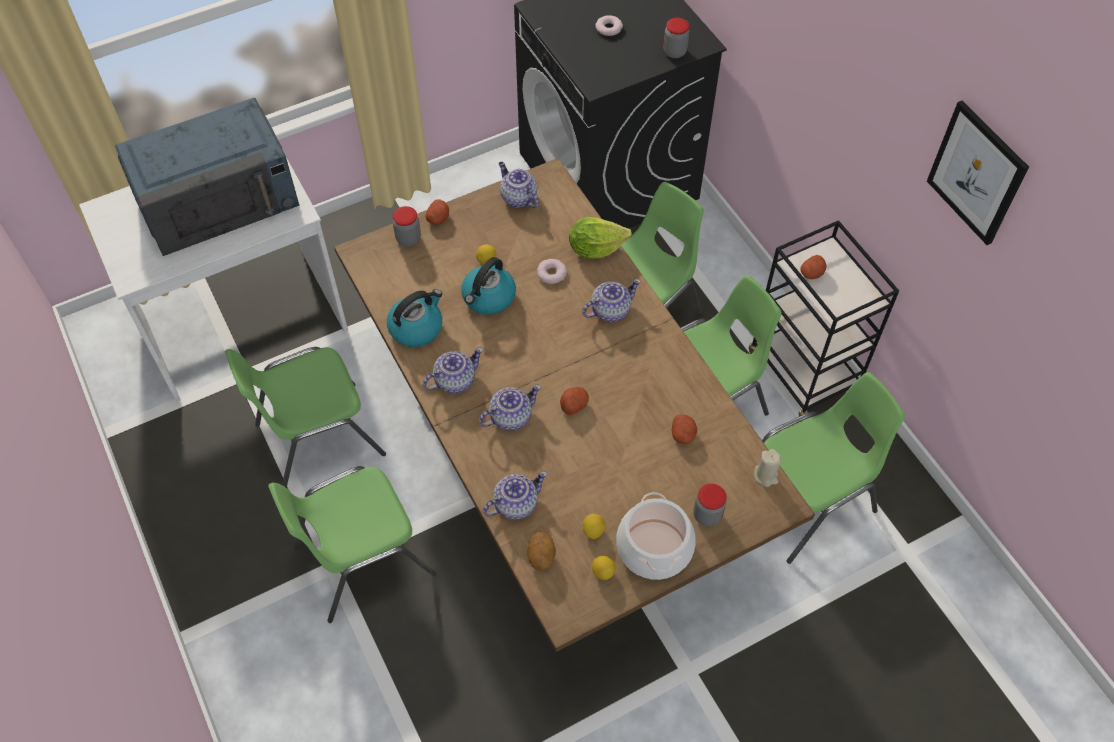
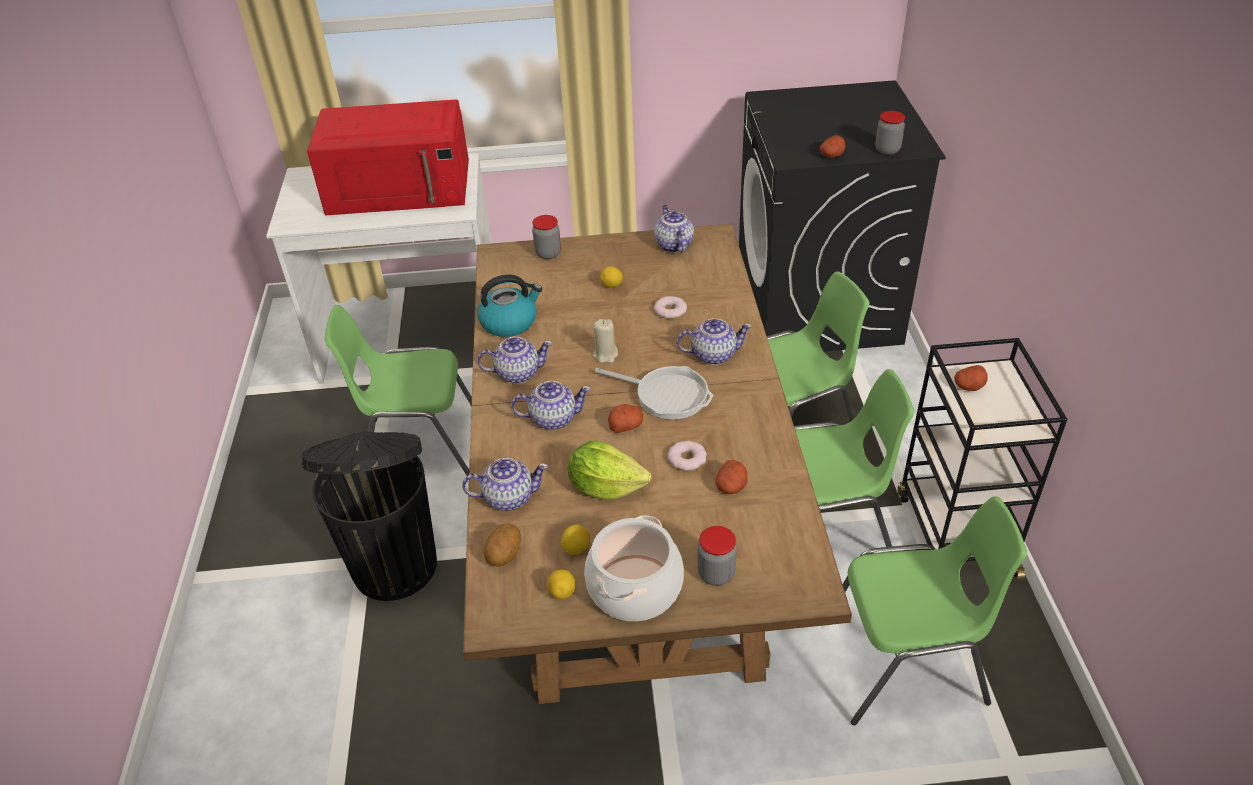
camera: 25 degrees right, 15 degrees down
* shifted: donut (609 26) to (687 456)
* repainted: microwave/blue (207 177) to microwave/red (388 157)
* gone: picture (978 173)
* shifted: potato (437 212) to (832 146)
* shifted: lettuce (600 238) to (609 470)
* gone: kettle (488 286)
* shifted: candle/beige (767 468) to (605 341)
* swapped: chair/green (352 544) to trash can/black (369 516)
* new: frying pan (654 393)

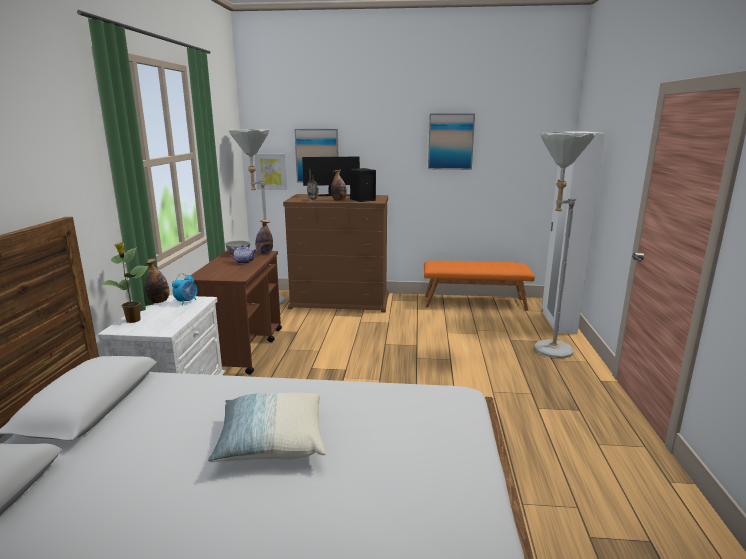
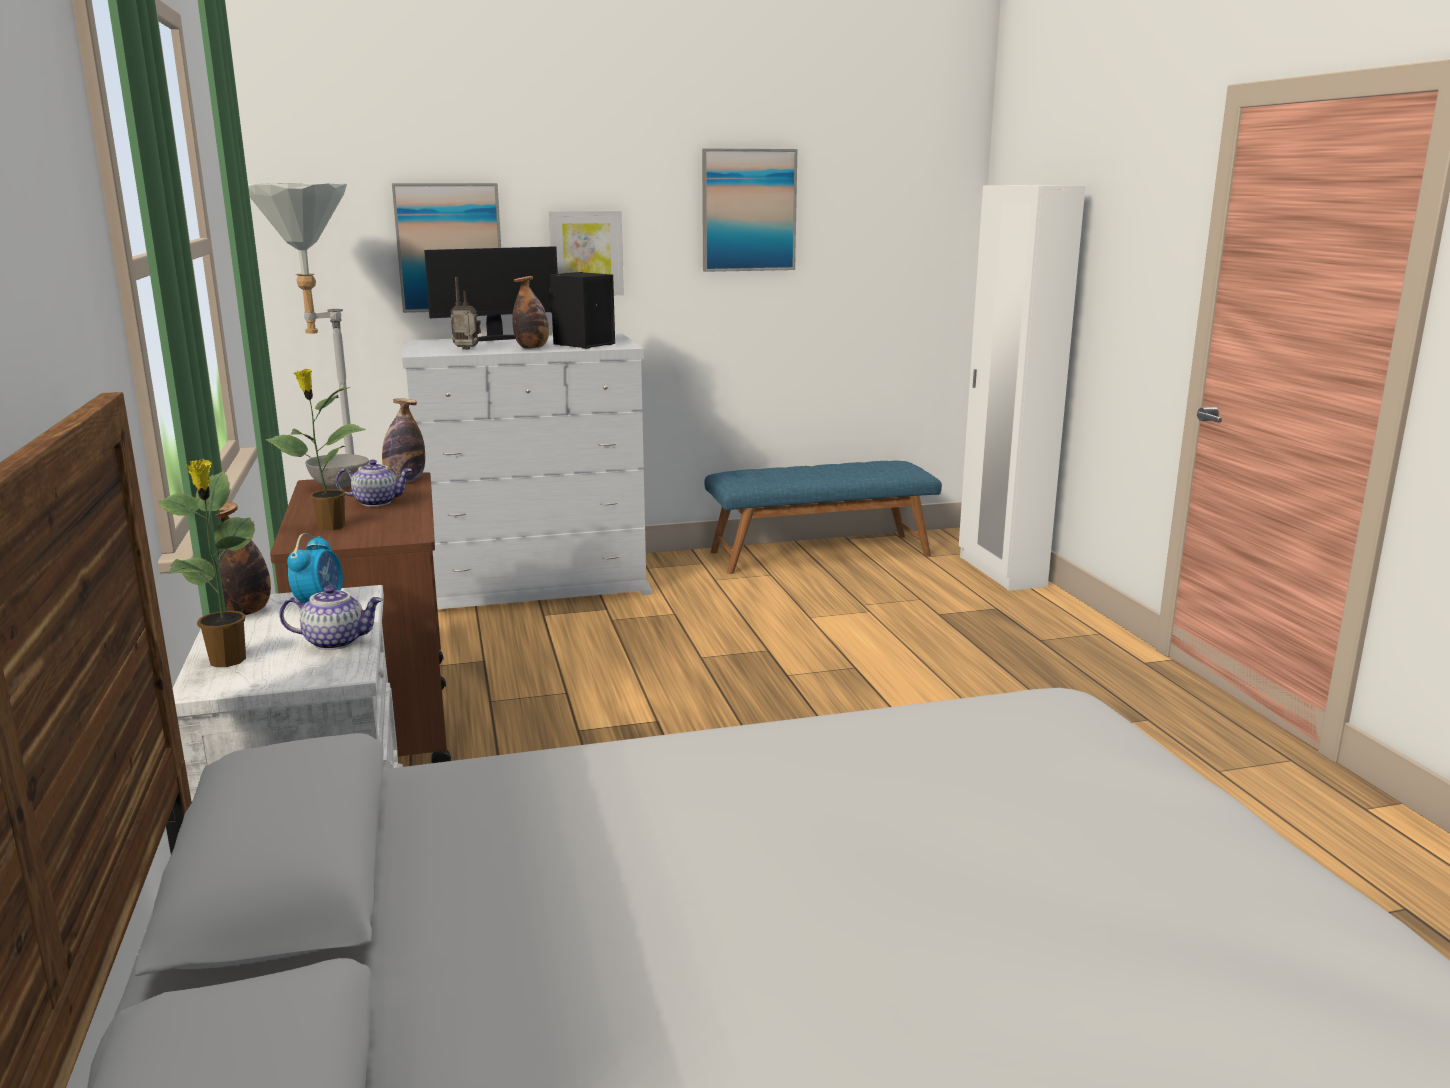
camera: 20 degrees left, 0 degrees up
* gone: floor lamp/grey (564 245)
* shifted: picture (271 171) to (586 253)
* repainted: dresser/brown (336 253) to dresser/white (527 471)
* repainted: bench/orange (479 285) to bench/blue (823 517)
* gone: pillow (267 427)
* new: potted plant (315 450)
* new: teapot (331 618)

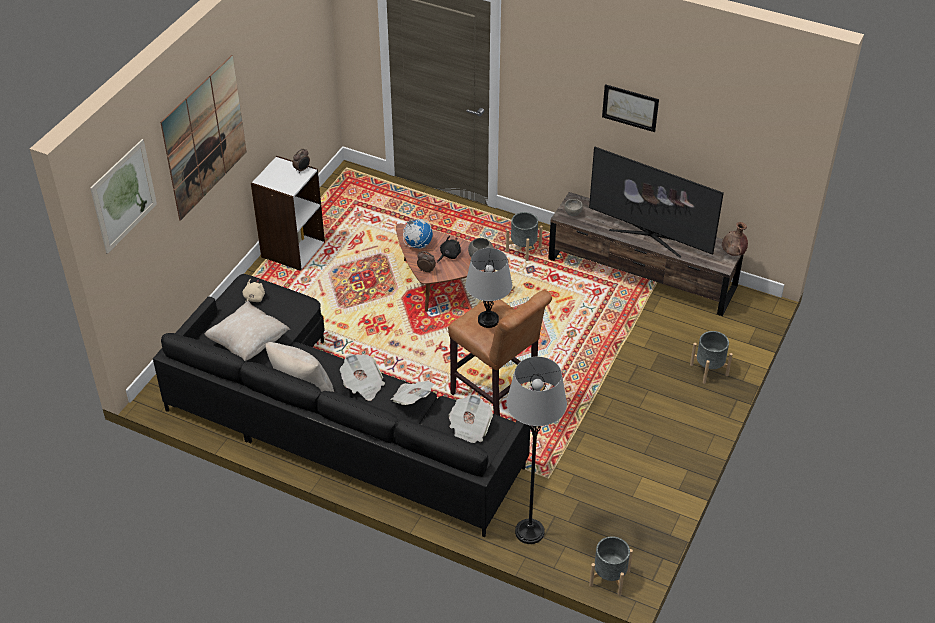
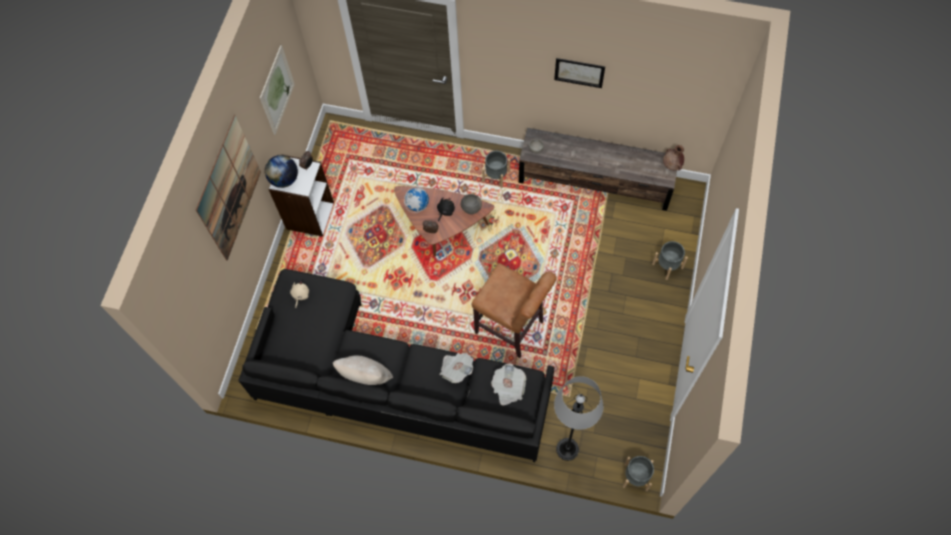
camera: 10 degrees left, 20 degrees up
* shifted: picture (123 196) to (277 90)
* gone: television (656 202)
* gone: table lamp/grey (488 288)
* gone: pillow/beige (247 331)
* gone: newspaper (362 377)
* new: globe (281 171)

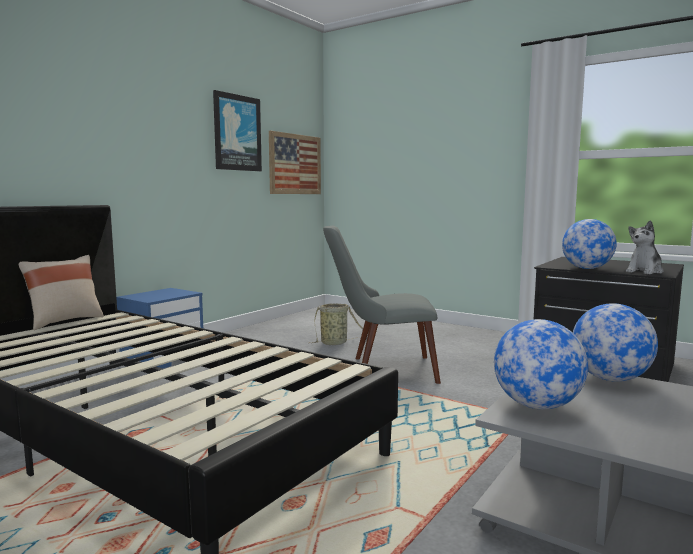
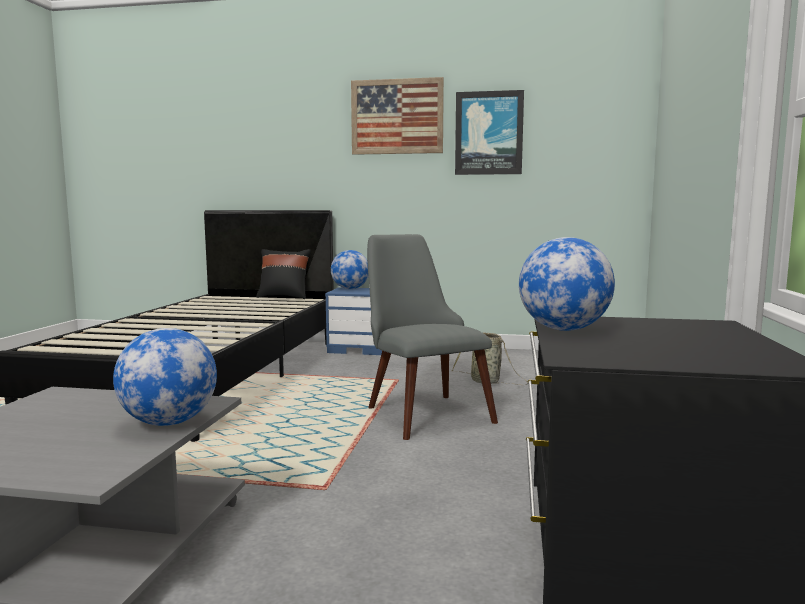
camera: 65 degrees right, 0 degrees up
* shifted: picture (295 162) to (397 116)
* gone: plush toy (645 247)
* repainted: pillow/beige (61 292) to pillow/black (283 274)
* shifted: globe (541 364) to (350 269)

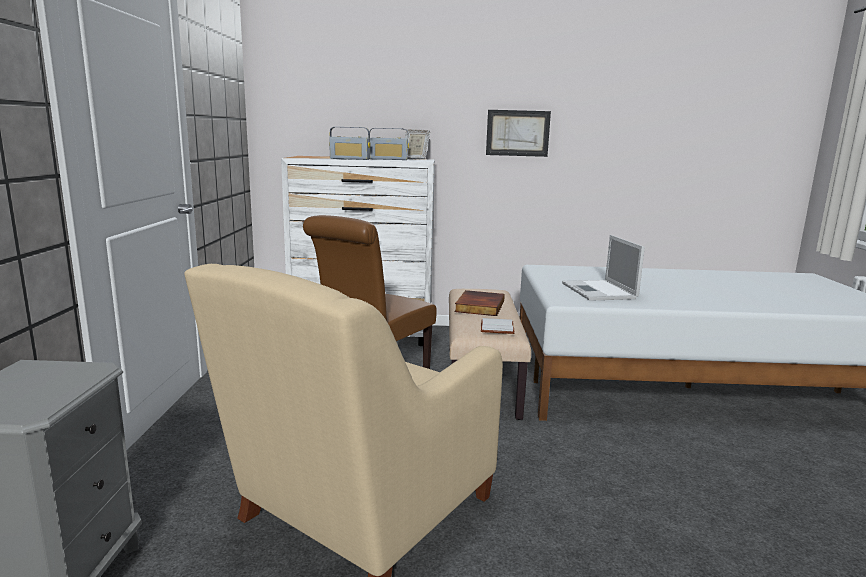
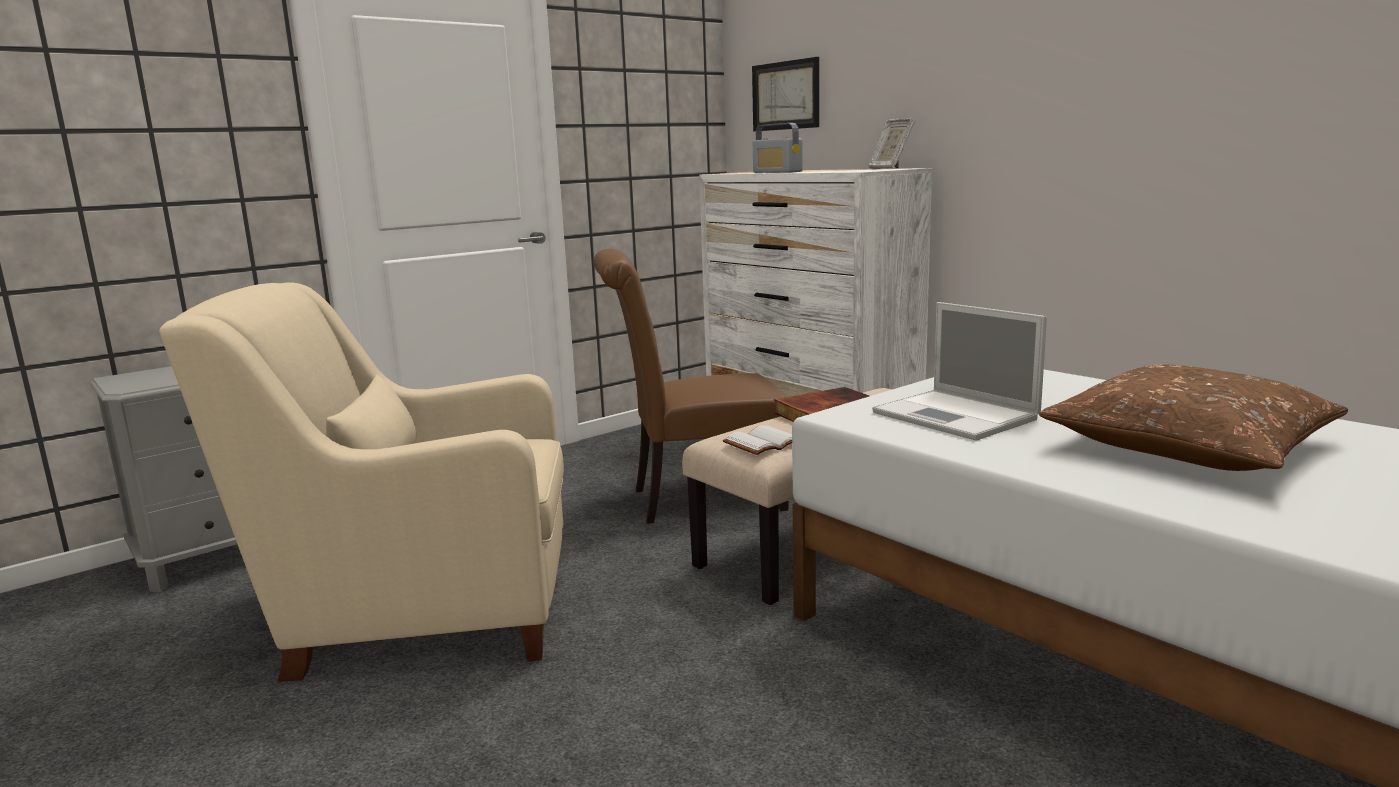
camera: 50 degrees right, 0 degrees up
* shifted: picture (518 133) to (785 94)
* gone: radio (389 144)
* rotated: laptop (603 268) = (959 371) 75 degrees counterclockwise
* new: pillow/brown (1193 417)

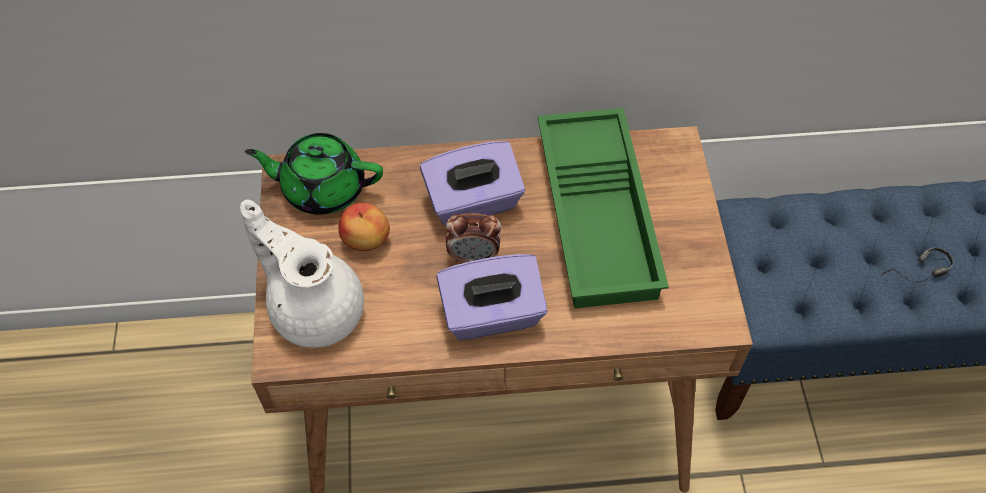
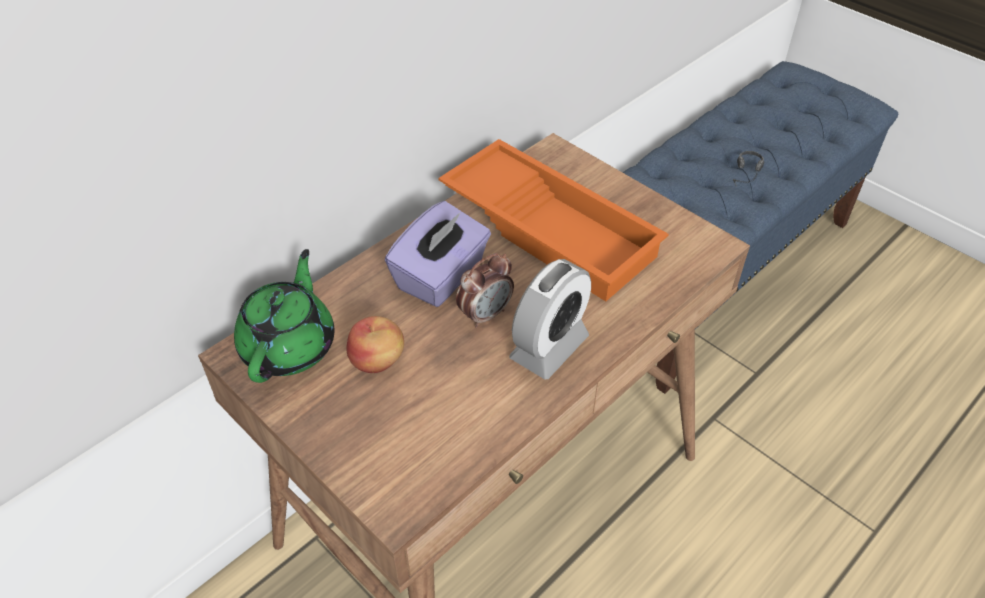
camera: 40 degrees left, 10 degrees down
* repainted: tray/green (603 208) to tray/orange (553 220)
* rotated: teapot/green (314 174) = (284 316) 135 degrees clockwise
* gone: teapot/white (302 273)
* swapped: tissue box/purple (491 297) to alarm clock (550 319)

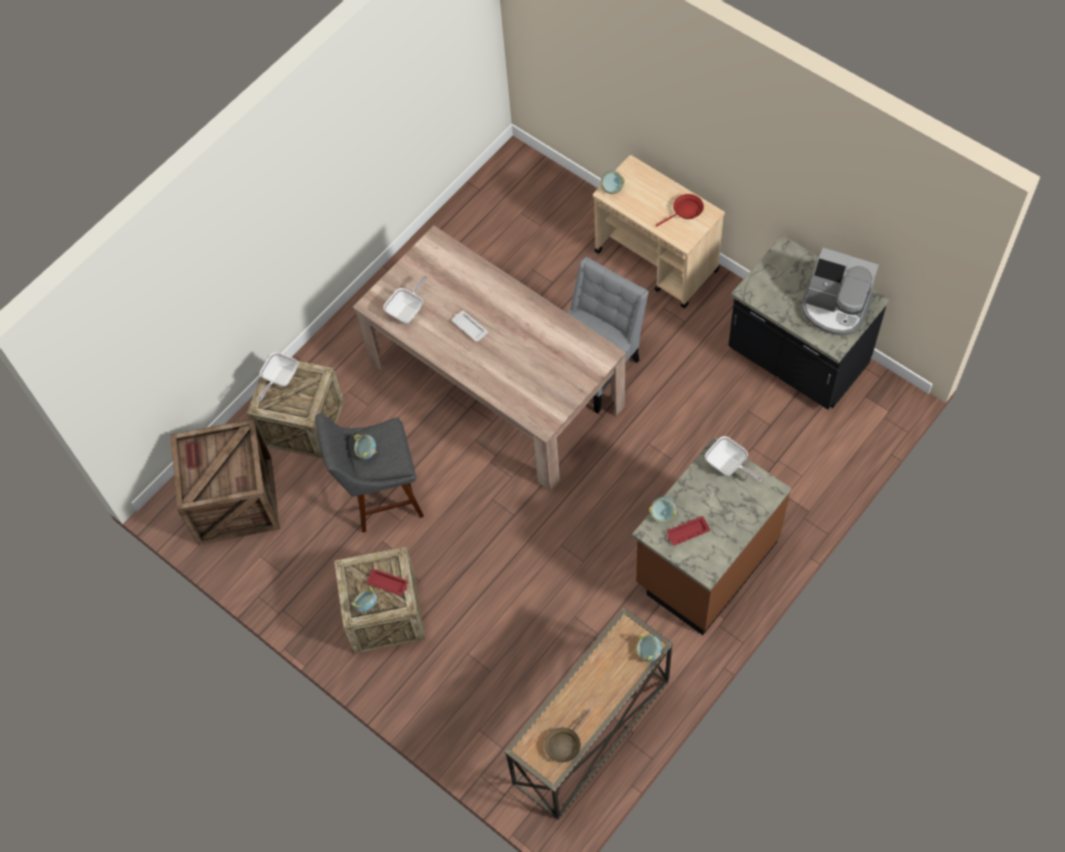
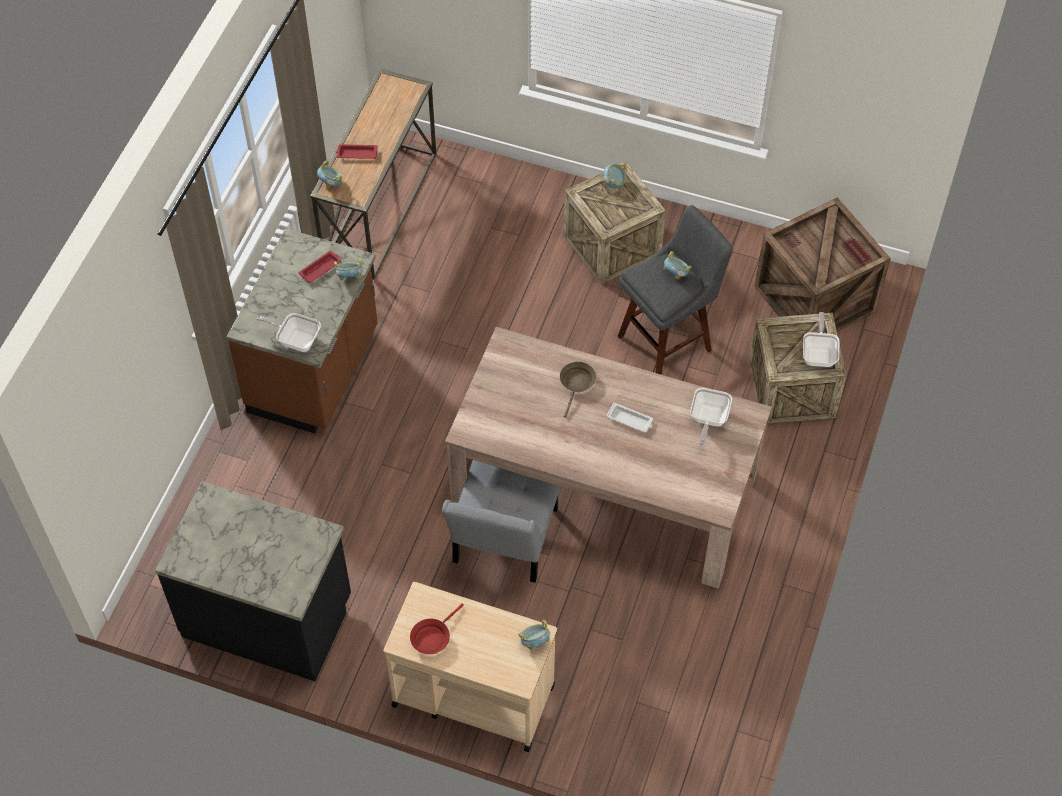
camera: 155 degrees right, 5 degrees down
* gone: coffee machine (840 292)
* shifted: tray/red (387 582) to (357 151)
* shifted: frying pan/brown (567 736) to (578 389)

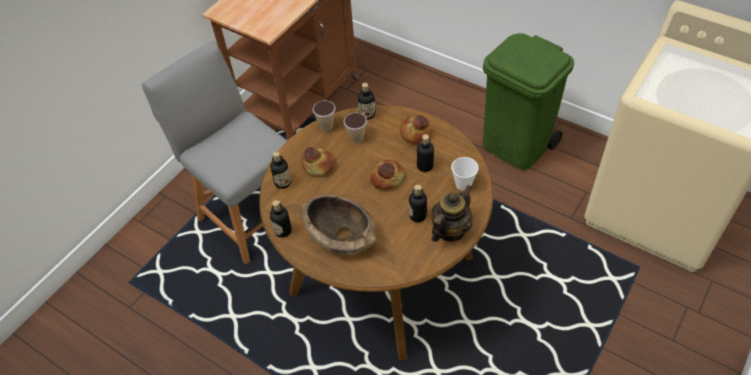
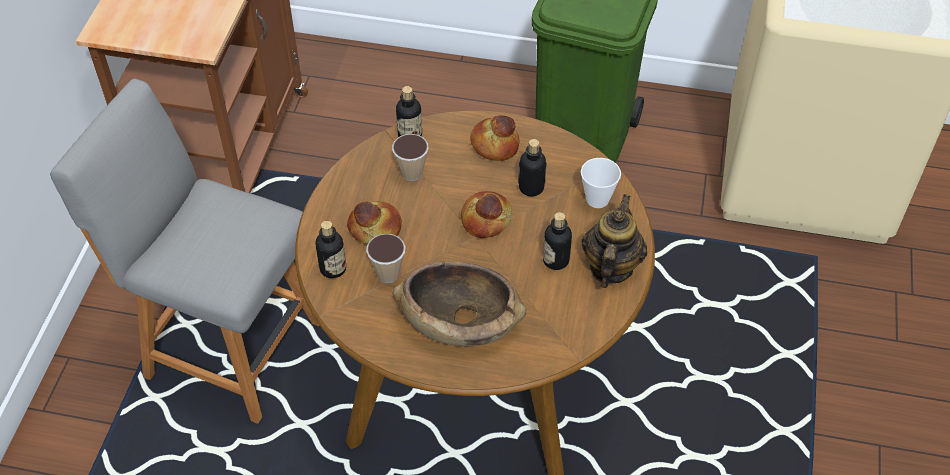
camera: 25 degrees left, 0 degrees up
* shifted: cup (324 116) to (386 258)
* gone: bottle (281 219)

